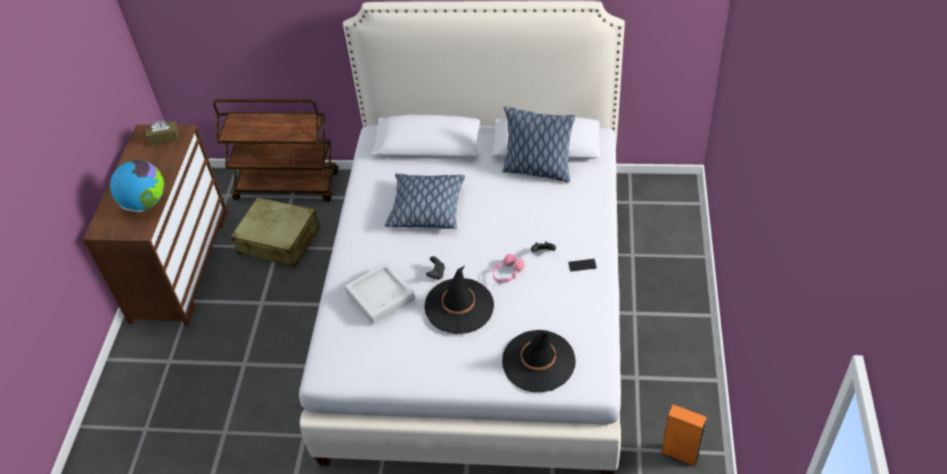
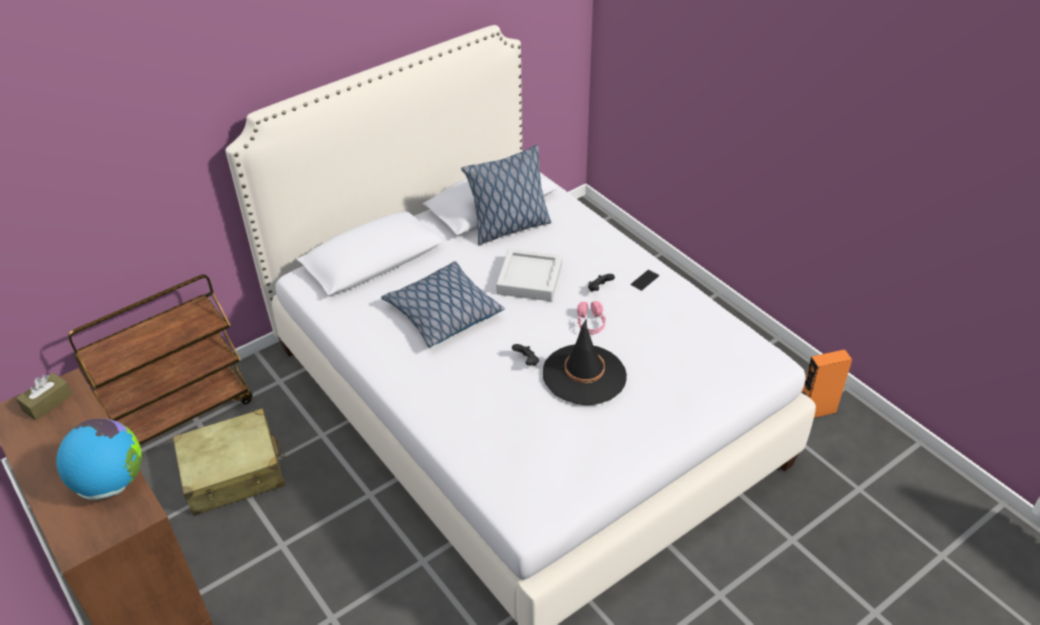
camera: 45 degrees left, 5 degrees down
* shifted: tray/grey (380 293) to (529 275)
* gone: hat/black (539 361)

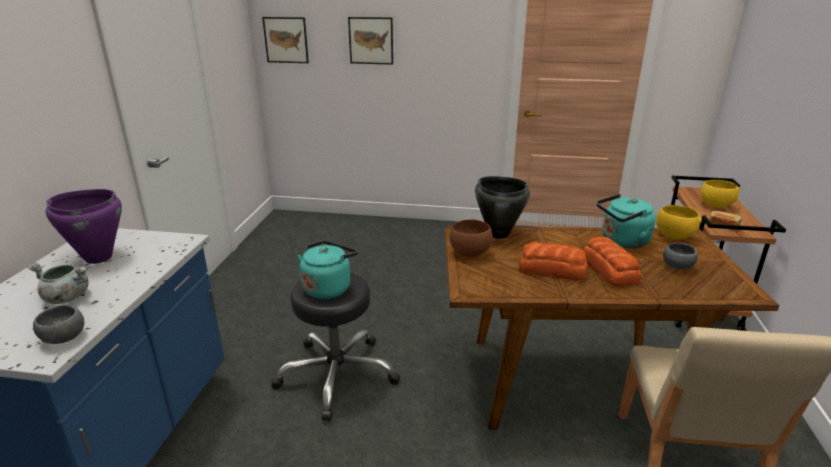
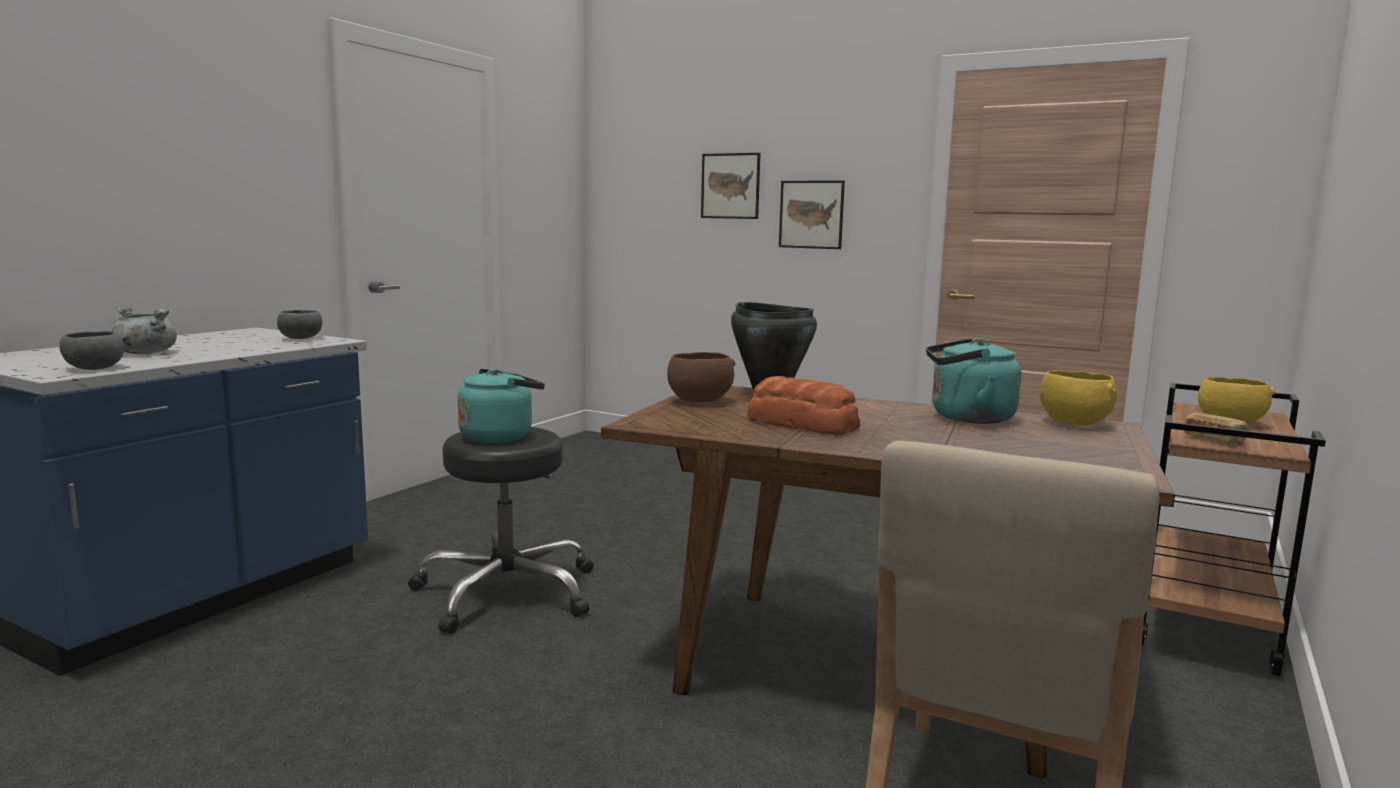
camera: 20 degrees right, 15 degrees down
* shifted: picture (285 40) to (812 214)
* gone: cooking pot/purple (84 226)
* gone: bread (612 262)
* shifted: bowl/grey (680 256) to (299 324)

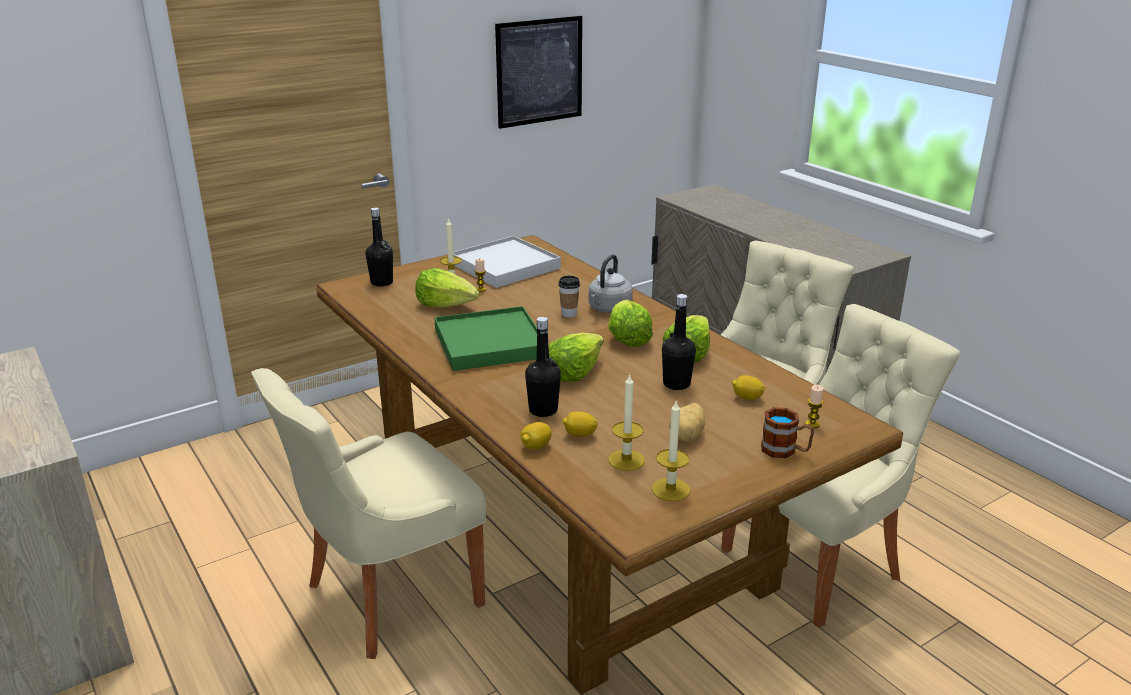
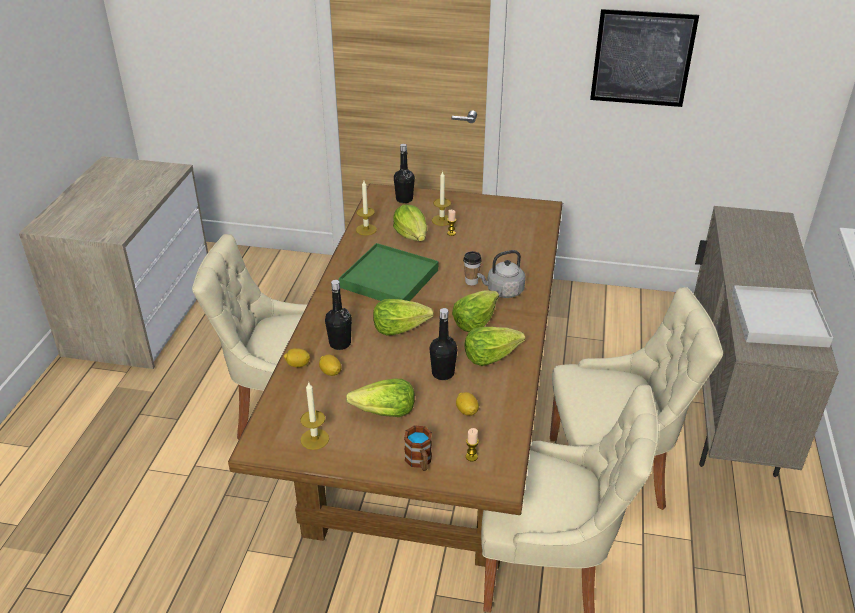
camera: 45 degrees right, 10 degrees up
* shifted: tray/white (507 262) to (782 316)
* shifted: candle (627 422) to (366 208)
* swapped: potato (687 422) to lettuce (380 397)

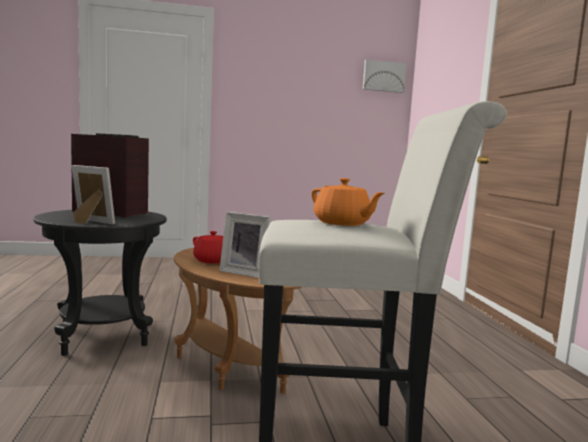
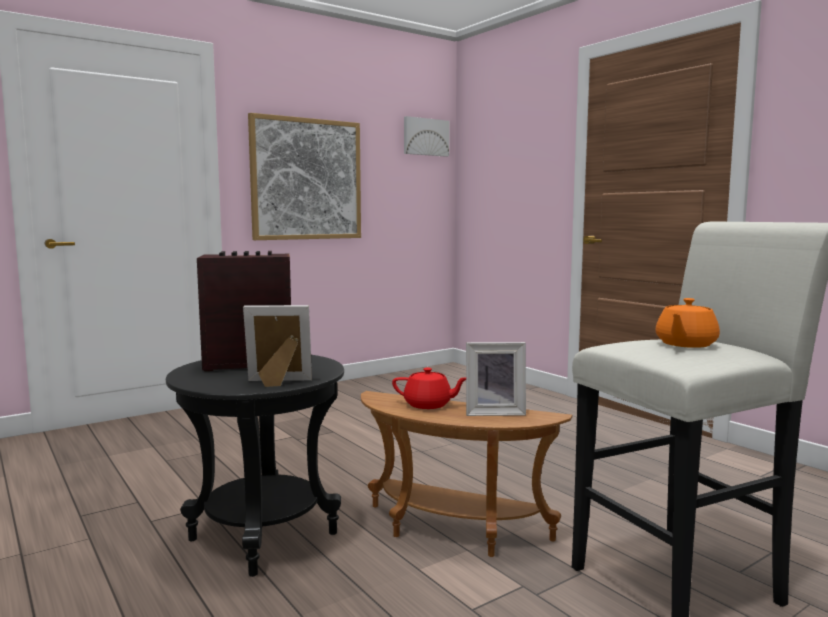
camera: 25 degrees left, 0 degrees up
* rotated: teapot/orange (348 202) = (687 323) 105 degrees clockwise
* new: picture (304 176)

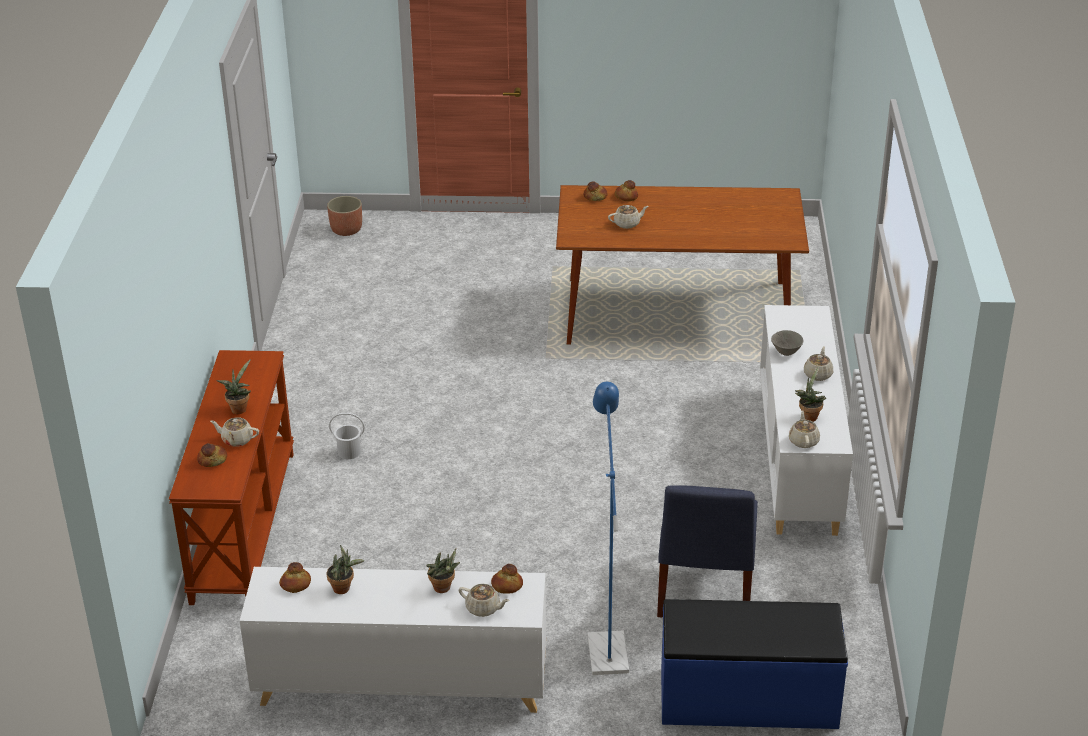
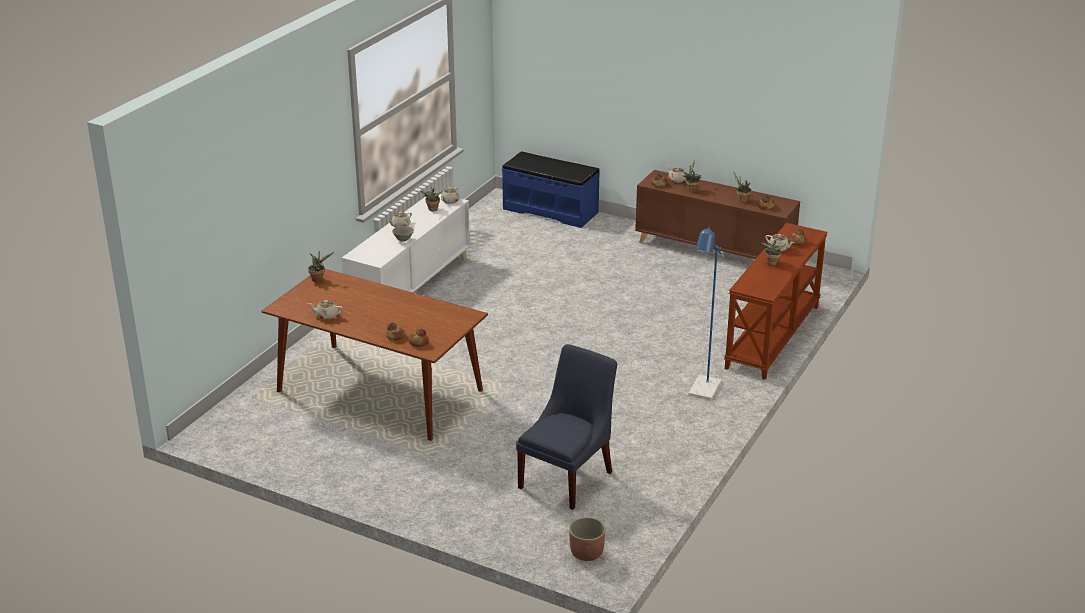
camera: 155 degrees left, 5 degrees down
* shifted: teapot/beige (628 217) to (325 310)
* shifted: floor lamp/blue (608 528) to (706 313)
* gone: bucket/white (347 436)
* shifted: chair/blue (707 551) to (566 427)
* repainted: cabinet/white (393 640) to cabinet/brown (717 214)
* new: potted plant (321 266)

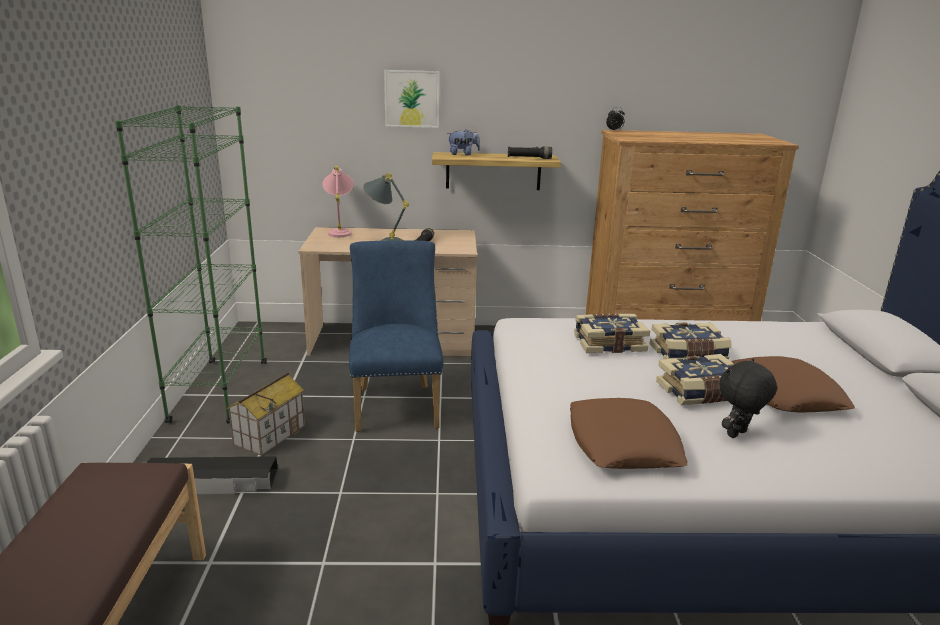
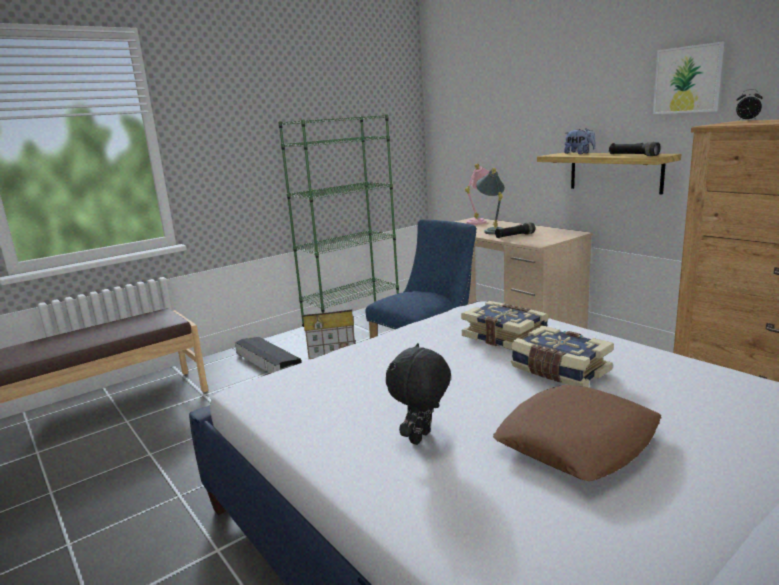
camera: 55 degrees right, 5 degrees down
* shifted: picture (411 99) to (688 78)
* gone: book (695 379)
* rotated: plush toy/black (748 398) = (418 394) 75 degrees counterclockwise
* gone: pillow/brown (629 433)

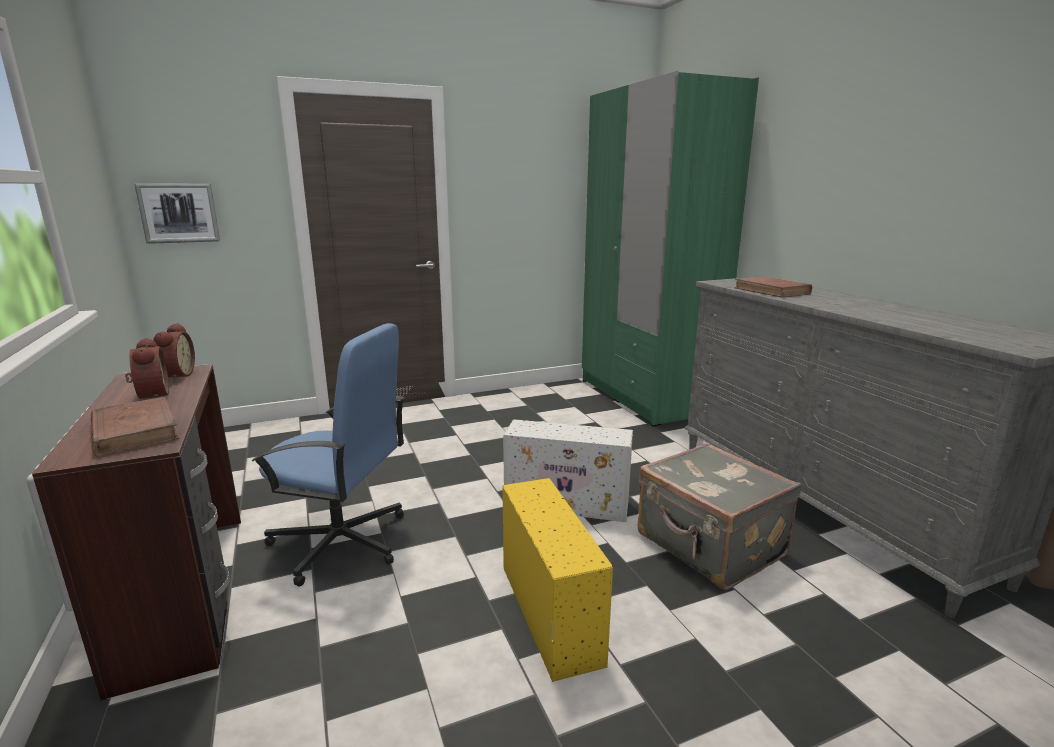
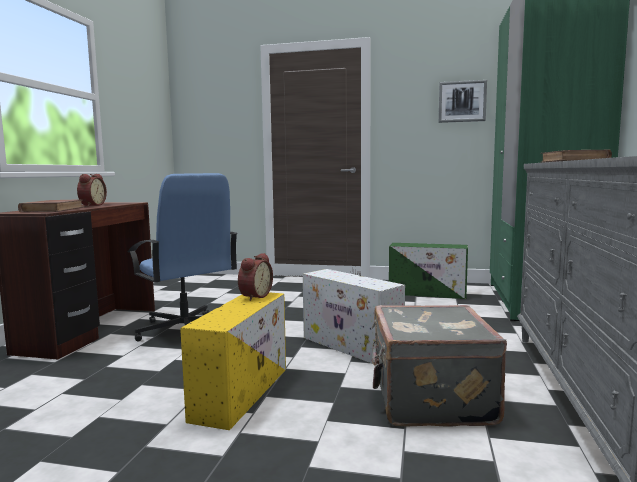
camera: 35 degrees right, 10 degrees down
* shifted: picture (177 214) to (463 101)
* shifted: alarm clock (174 352) to (255 277)
* new: storage box/green (428 271)

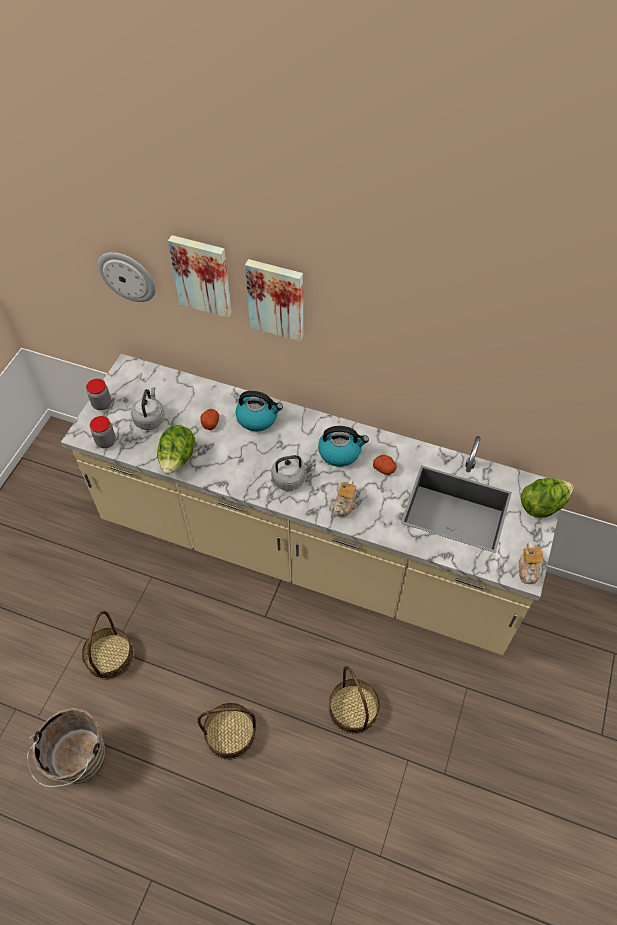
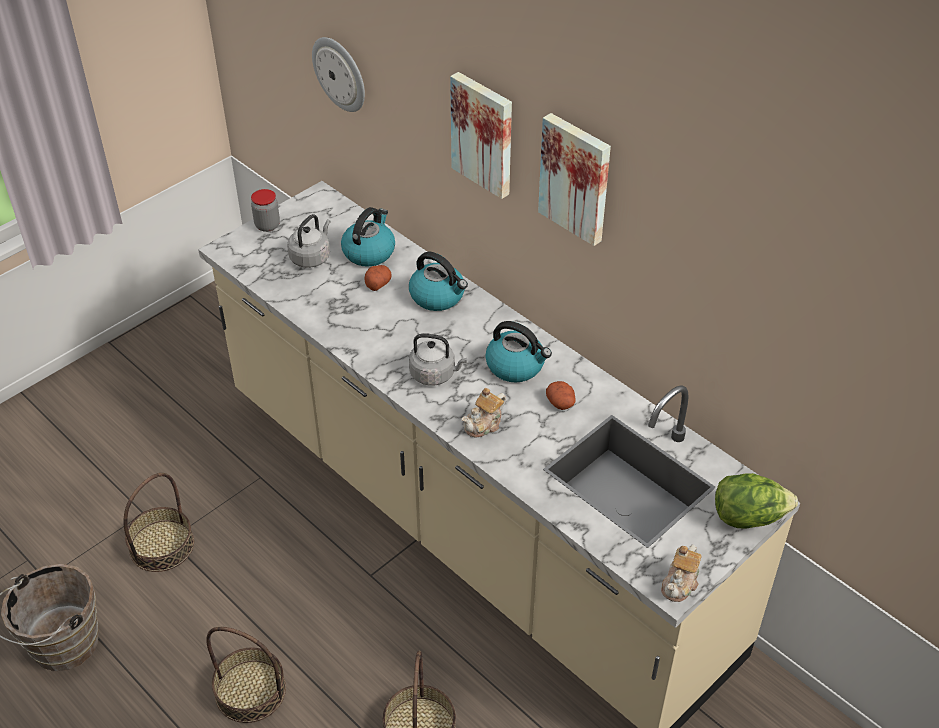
camera: 25 degrees right, 10 degrees down
* shifted: picture (200 276) to (574 179)
* gone: jar (103 432)
* gone: lettuce (176 450)
* new: kettle (368 237)

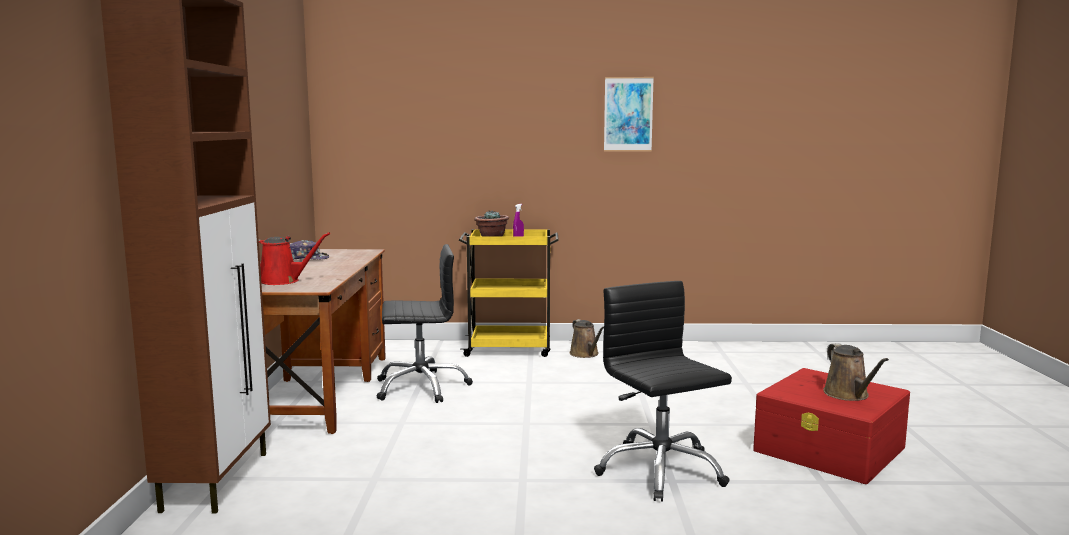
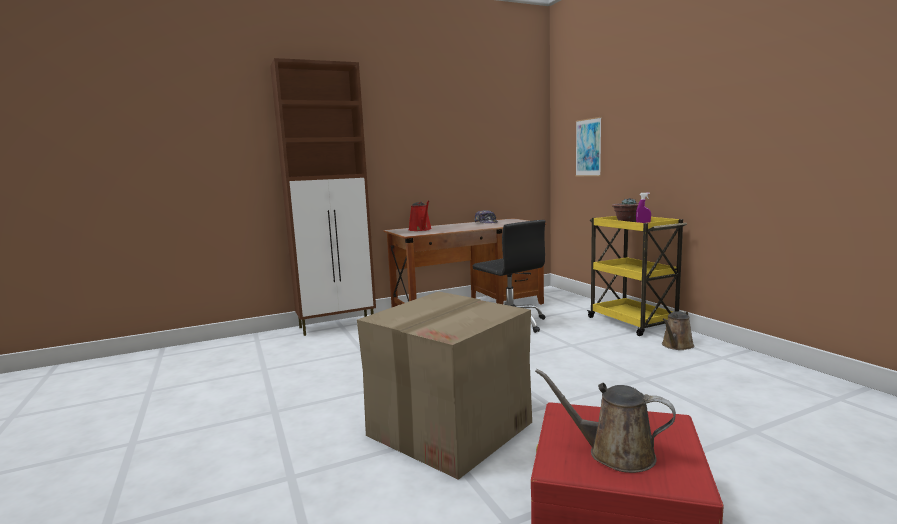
camera: 65 degrees right, 0 degrees up
* shifted: picture (629 114) to (588 146)
* swapped: office chair/black (663 391) to cardboard box (444 385)
* rotated: watering can/brown (856 372) = (605 421) 60 degrees clockwise

